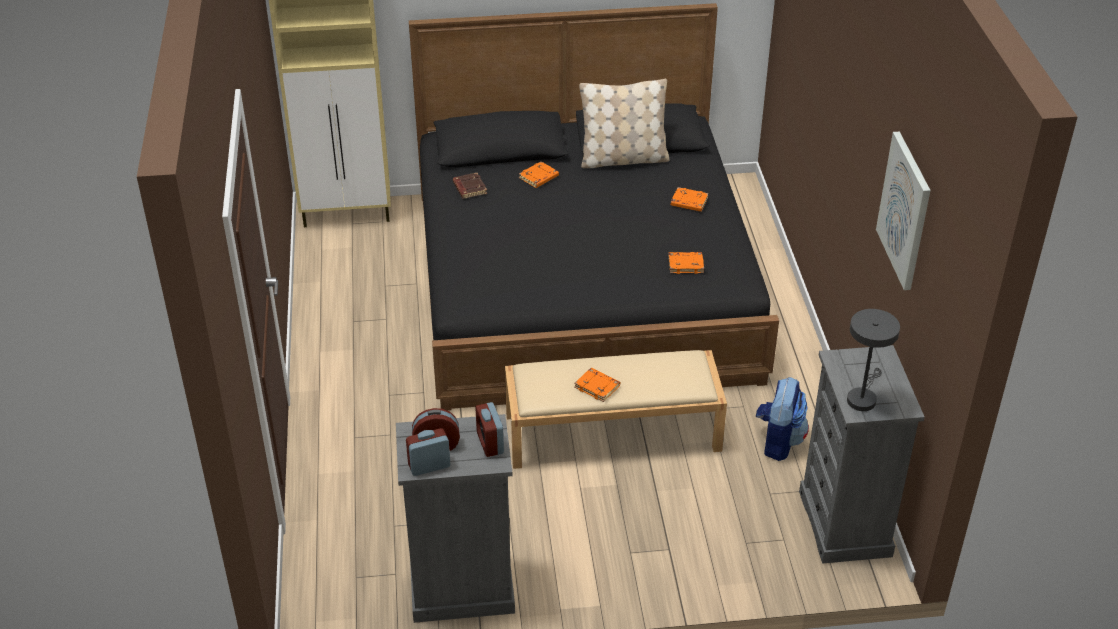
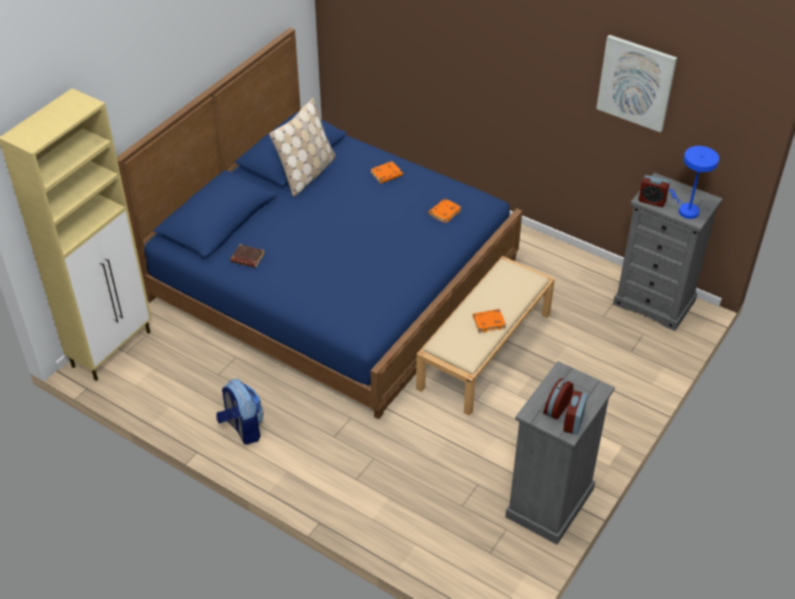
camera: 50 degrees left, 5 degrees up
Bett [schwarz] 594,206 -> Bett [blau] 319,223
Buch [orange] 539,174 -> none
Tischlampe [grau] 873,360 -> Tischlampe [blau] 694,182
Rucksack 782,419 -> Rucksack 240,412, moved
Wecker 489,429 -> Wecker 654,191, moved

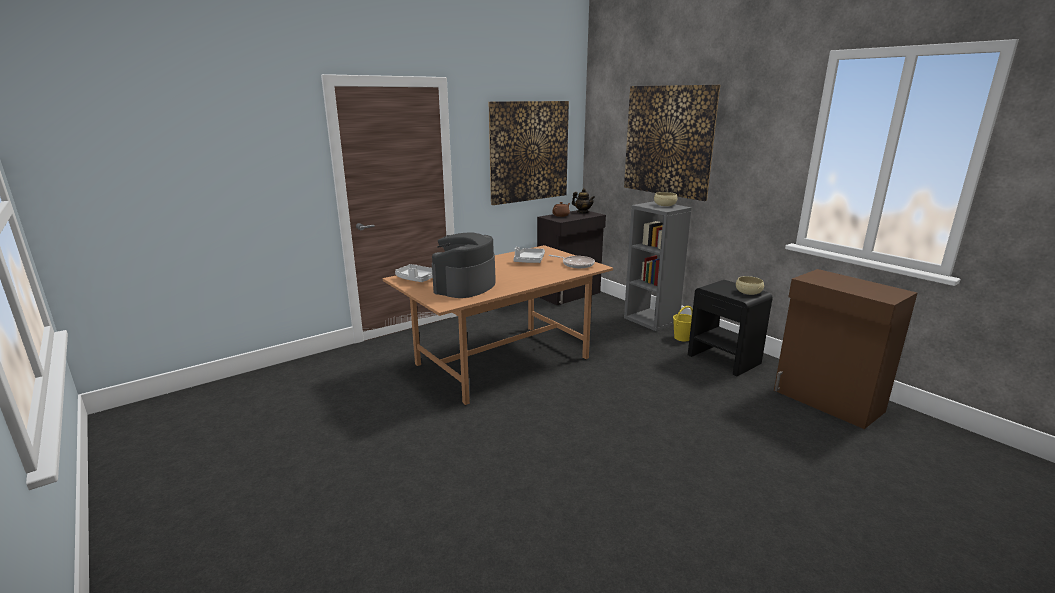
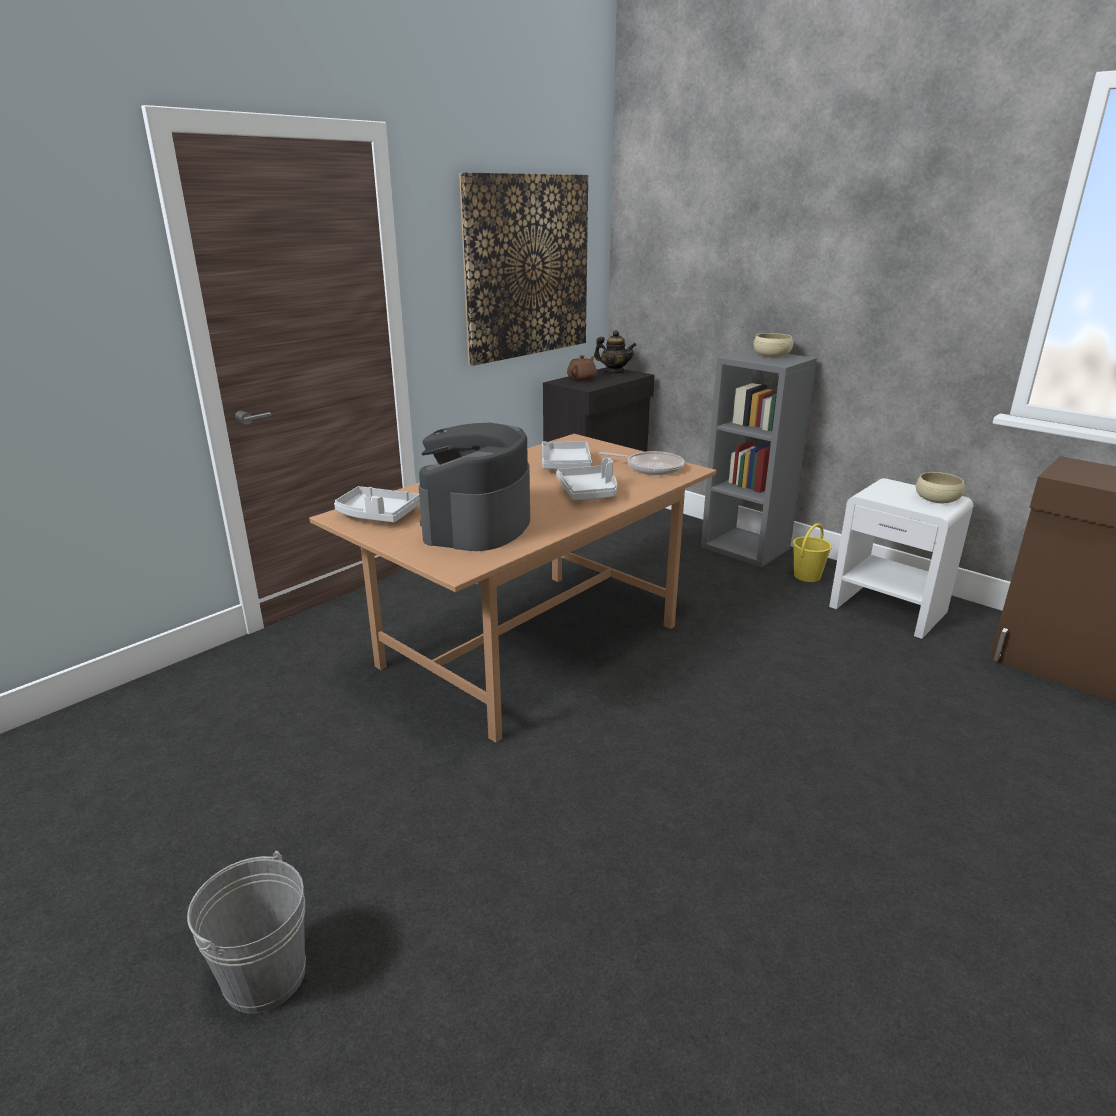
camera: 10 degrees left, 5 degrees up
Bild 672,143 -> none
Nachttisch [schwarz] 730,328 -> Nachttisch [weiß] 901,558
none -> Tablett [grau] 586,479
none -> Eimer [grau] 246,932

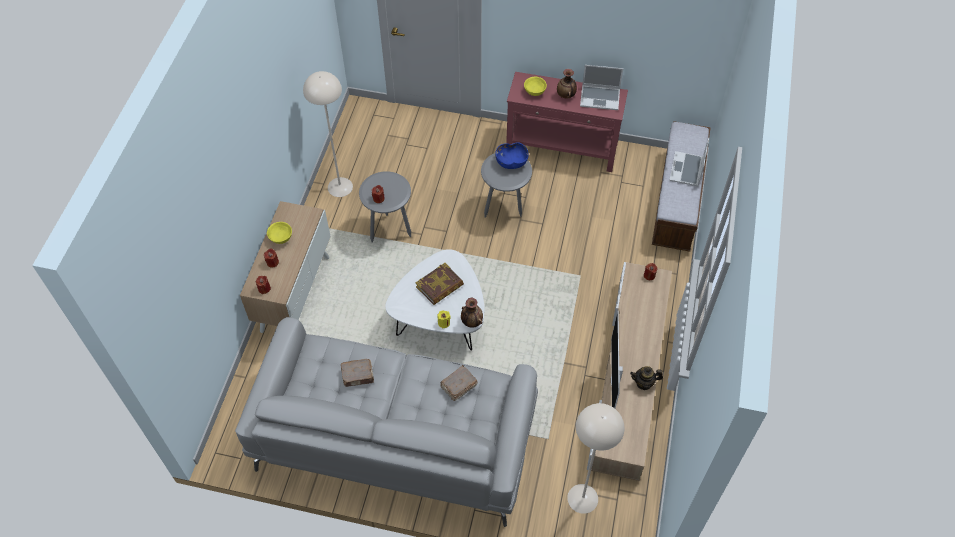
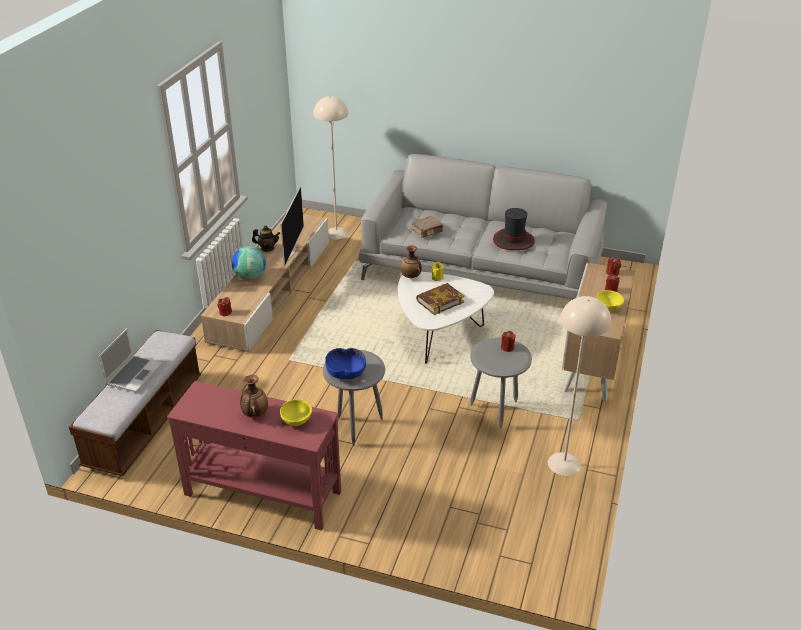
camera: 175 degrees left, 20 degrees down
Laptop 601,87 -> none
Buch [braun] 357,373 -> Hut 514,229
none -> Globus 249,263

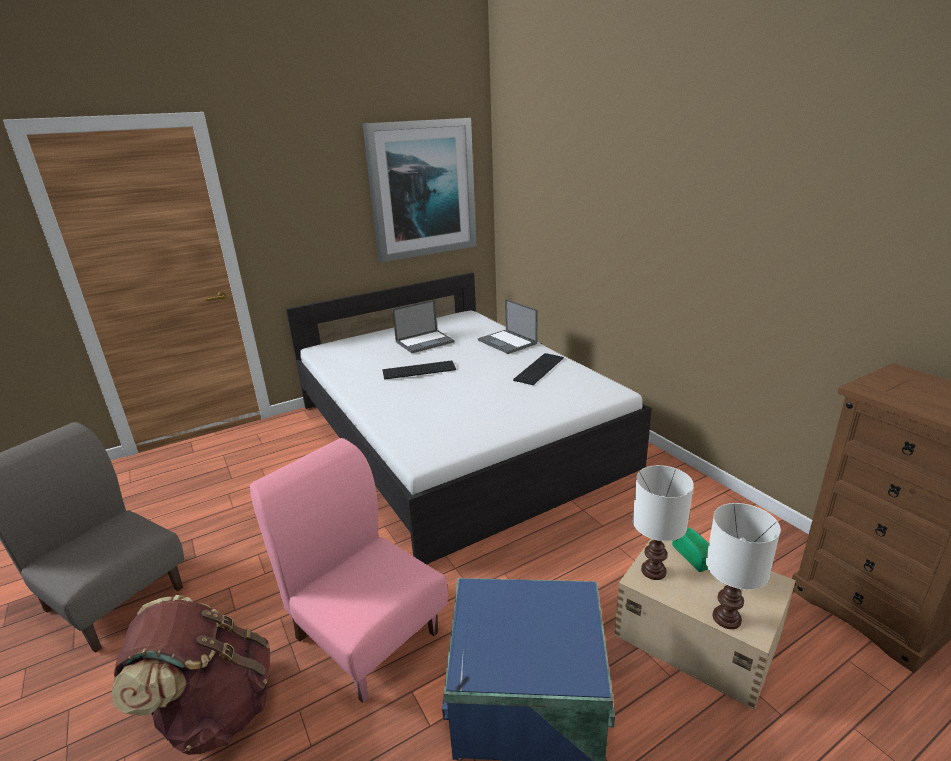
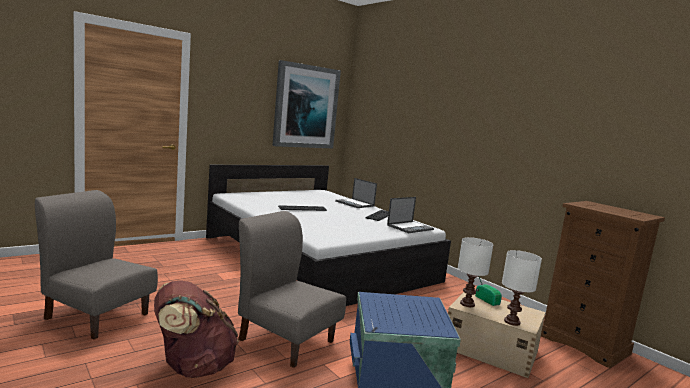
camera: 10 degrees left, 15 degrees down
Laptop 423,326 -> Laptop 410,215, moved
Stuhl [rosa] 349,570 -> Stuhl [grau] 292,289

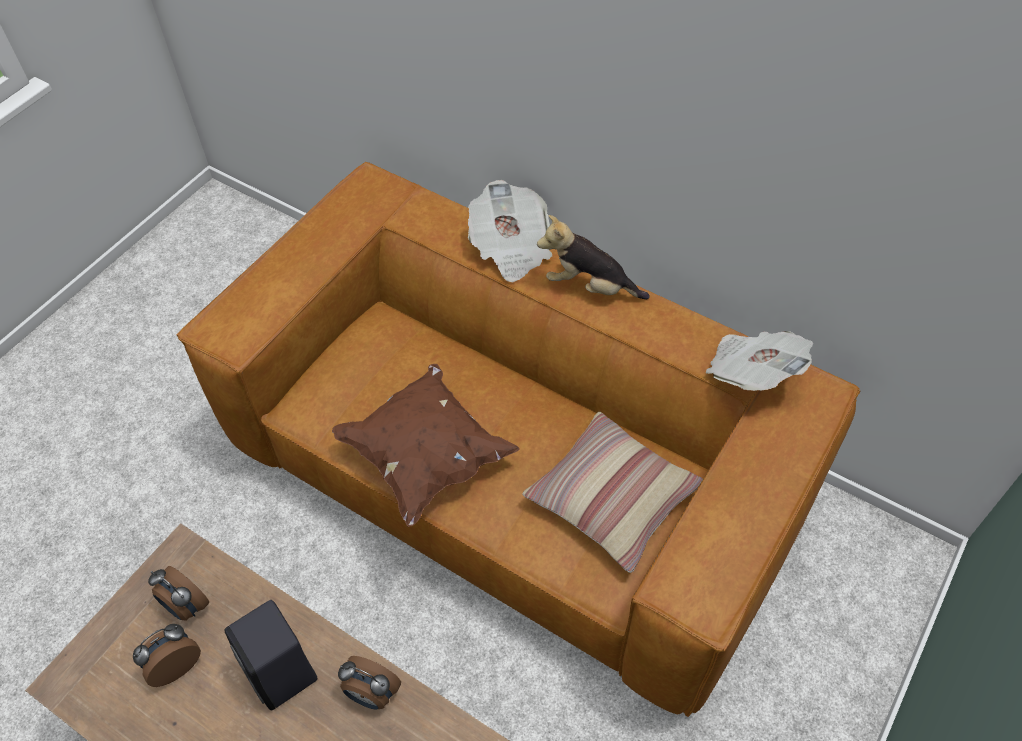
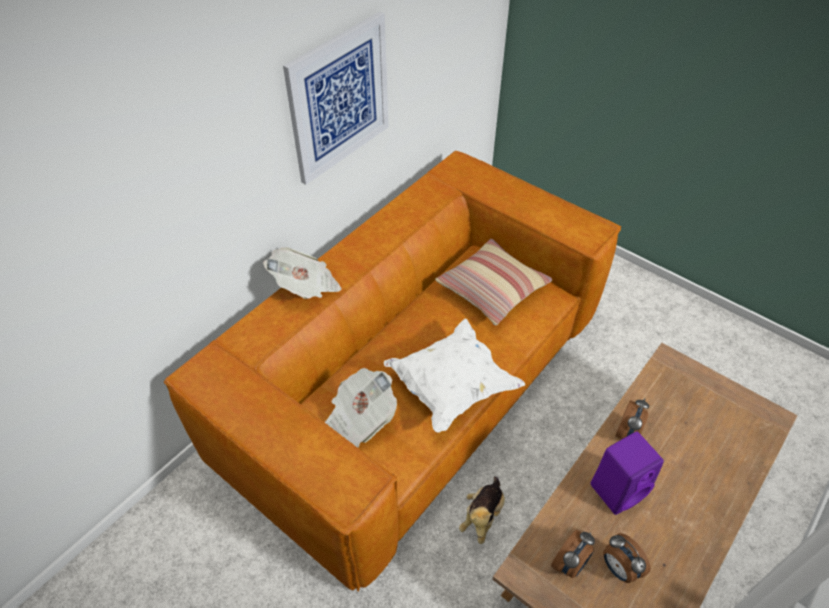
camera: 85 degrees left, 5 degrees down
Plüschtier 593,257 -> Plüschtier 482,510, moved
Zeitung 759,361 -> Zeitung 361,408, moved
Kissen [braun] 426,445 -> Kissen [weiß] 454,376
Lautsprecher [schwarz] 270,655 -> Lautsprecher [lila] 627,473
none -> Bild 336,98

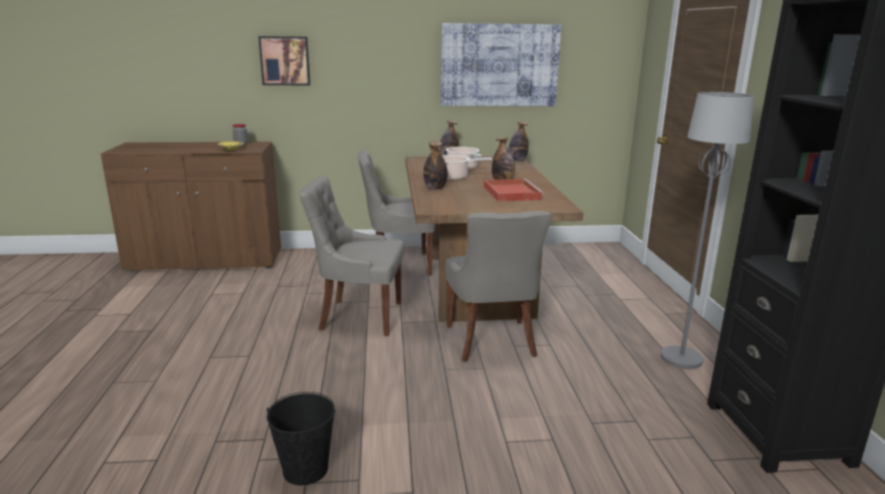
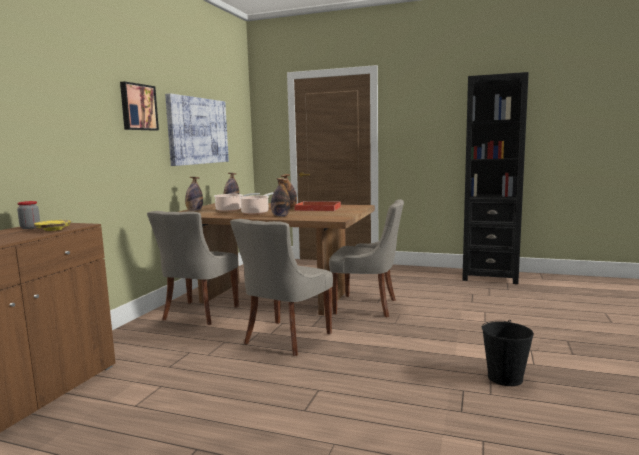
camera: 65 degrees left, 10 degrees down
Bild 284,60 -> Bild 139,106, moved
Stehlampe [grau] 707,230 -> none

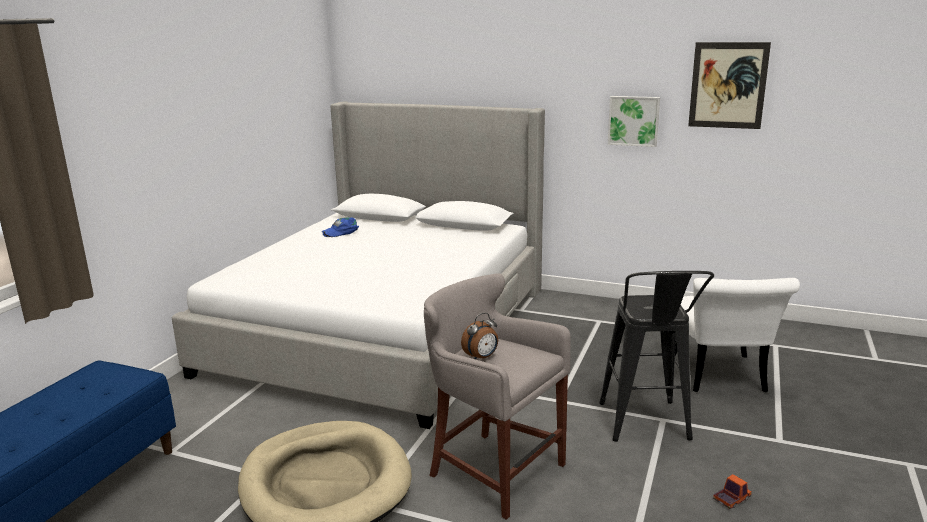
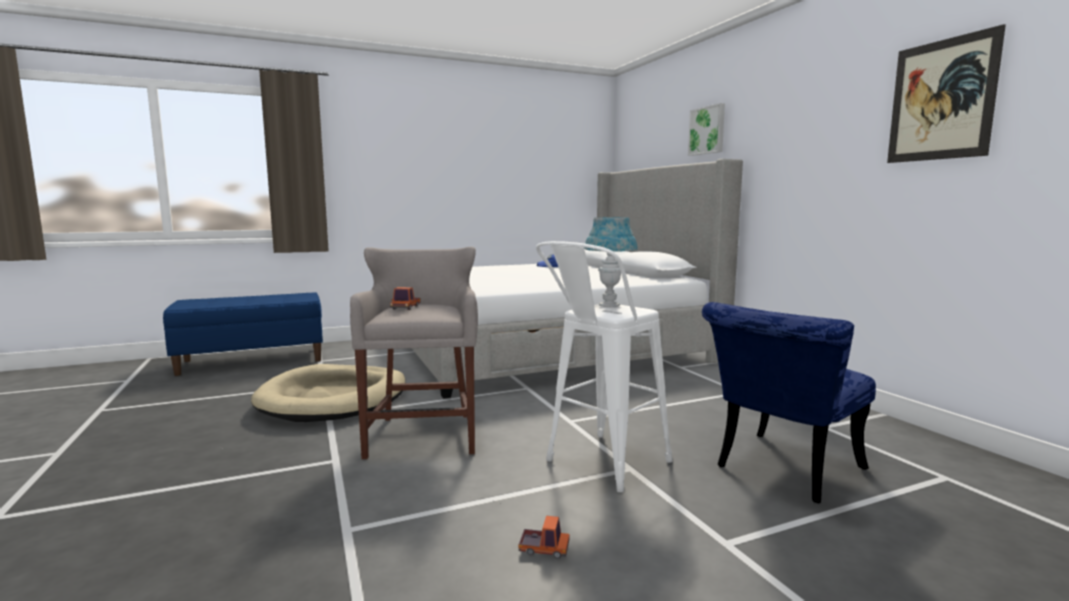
camera: 45 degrees right, 10 degrees down
Bild 634,121 -> Bild 706,129, moved
Hocker [schwarz] 656,356 -> Hocker [weiß] 604,366
Stuhl [weiß] 737,335 -> Stuhl [blau] 789,402
Wecker 479,336 -> Spielzeuglaster 405,298
none -> Tischlampe [blau] 611,262

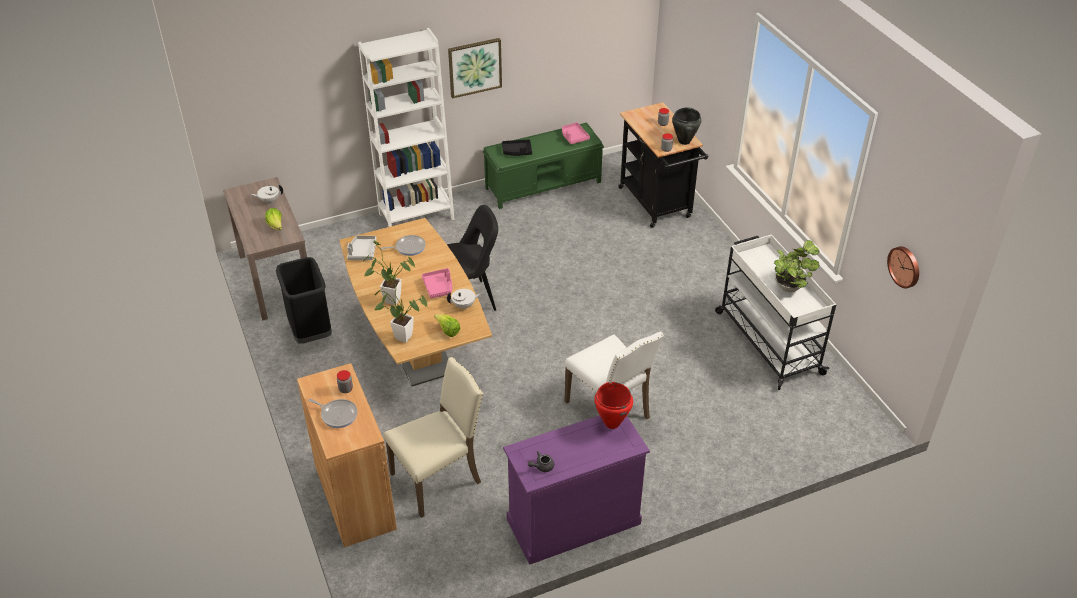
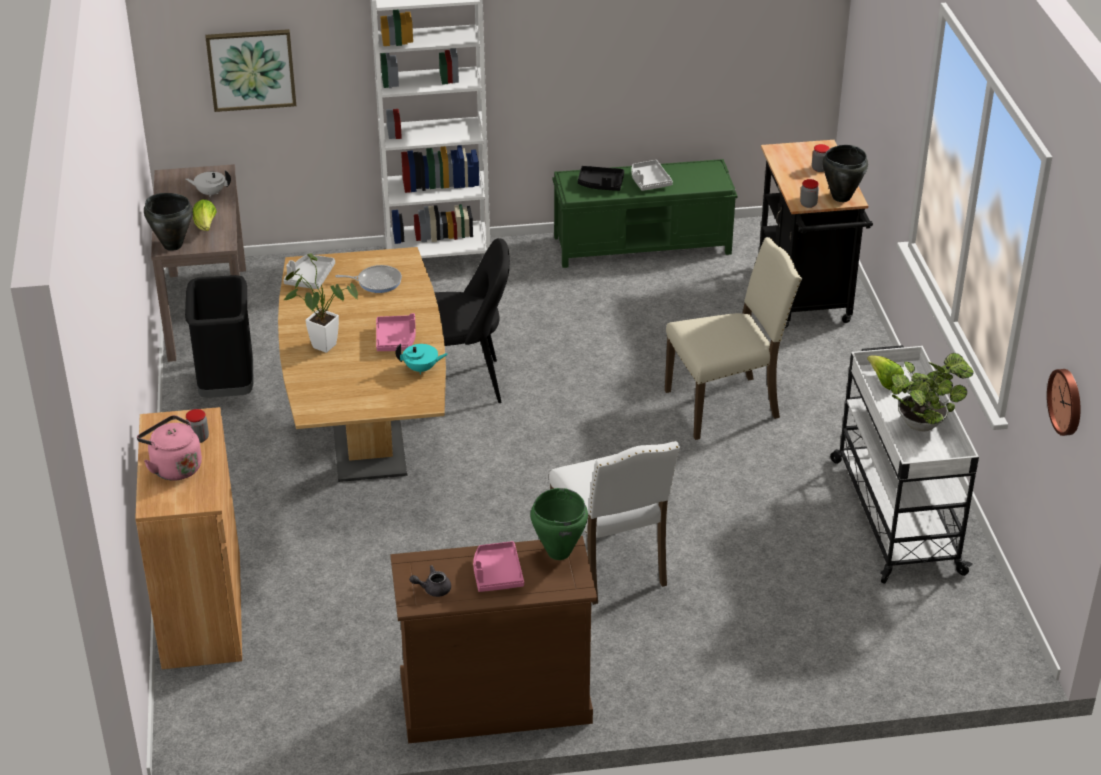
camera: 15 degrees right, 5 degrees down
Bild 475,68 -> Bild 251,70, moved
Tablett [rosa] 576,133 -> Tablett [rosa] 498,566, moved
Topfpflanze 401,308 -> none
Teekanne [weiß] 464,299 -> Teekanne [türkis] 422,359
Salatkopf 447,325 -> Salatkopf 885,372, moved
Stuhl [beige] 434,437 -> Stuhl [beige] 733,338, moved
Kochtopf [rot] 613,405 -> Kochtopf [grün] 559,524
Pfanne 333,413 -> Wasserkessel [rosa] 169,448
Kommode [lila] 576,490 -> Kommode [braun] 493,639
none -> Tablett [grau] 652,175
none -> Kochtopf [schwarz] 168,222

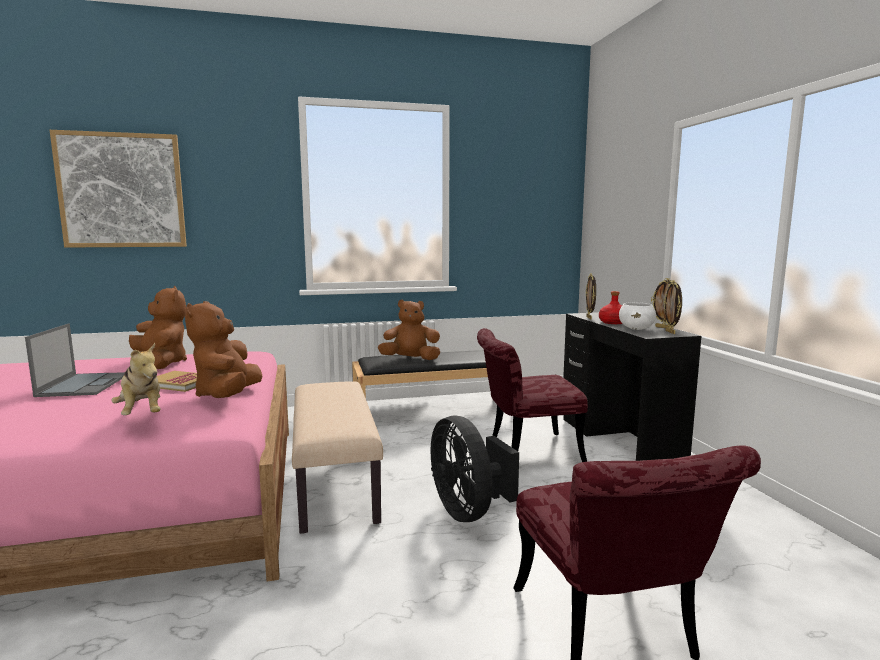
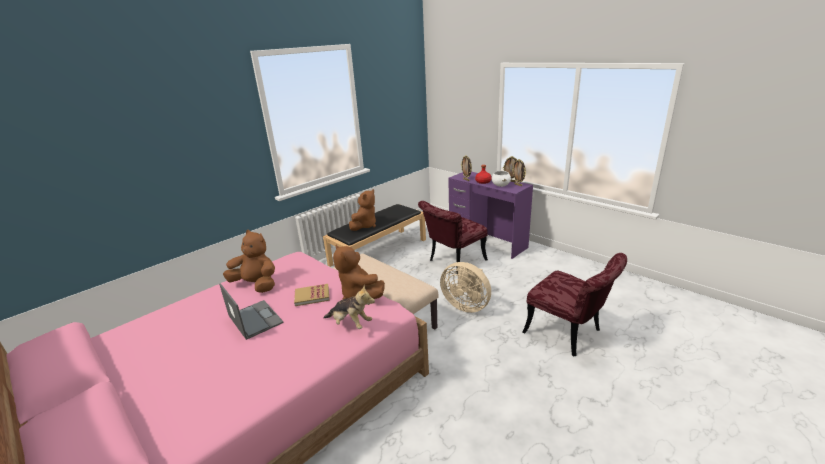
camera: 30 degrees left, 15 degrees up
Bild 118,189 -> none
Plüschtier [braun] 409,329 -> Plüschtier [braun] 362,210, 150 degrees clockwise
Schreibtisch [schwarz] 632,386 -> Schreibtisch [lila] 490,215
Ventilator [schwarz] 475,469 -> Ventilator [beige] 465,287

